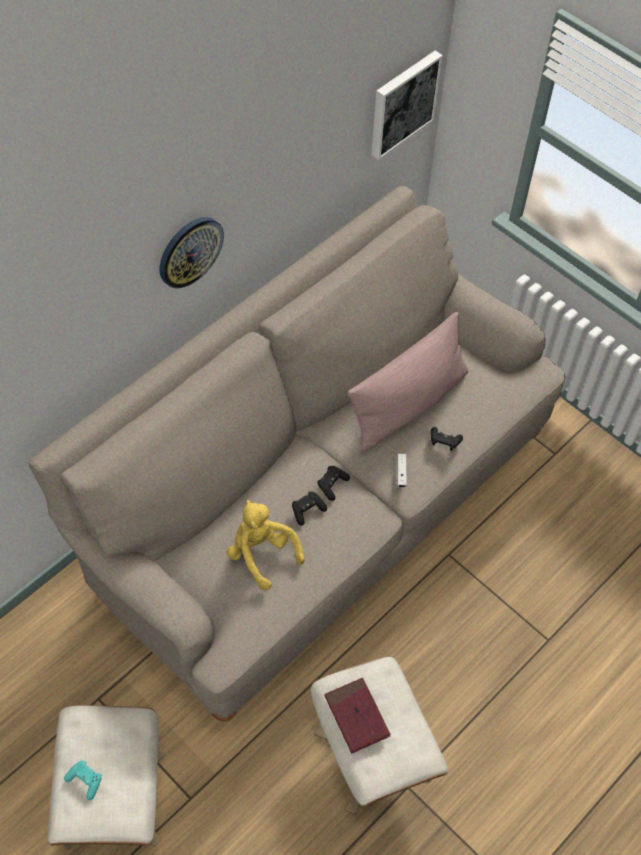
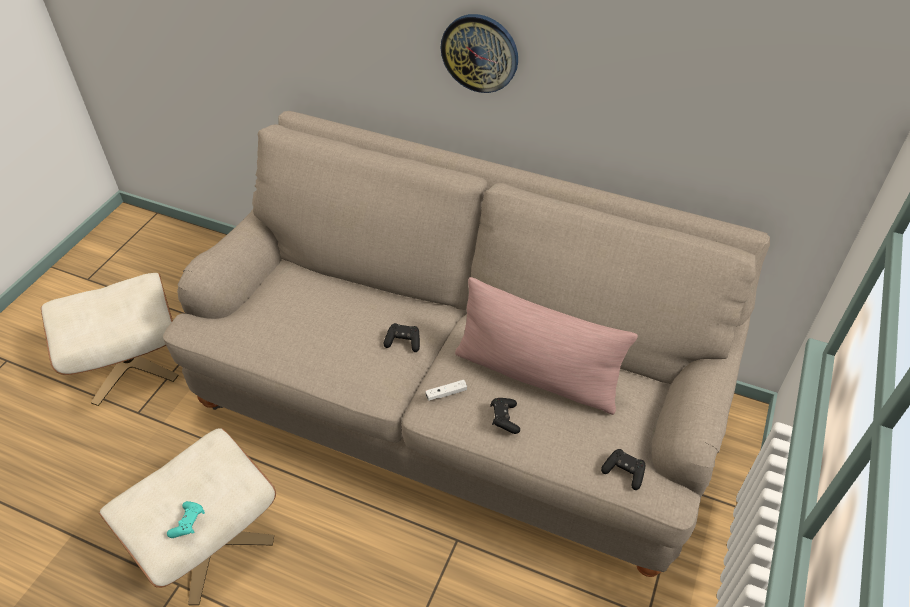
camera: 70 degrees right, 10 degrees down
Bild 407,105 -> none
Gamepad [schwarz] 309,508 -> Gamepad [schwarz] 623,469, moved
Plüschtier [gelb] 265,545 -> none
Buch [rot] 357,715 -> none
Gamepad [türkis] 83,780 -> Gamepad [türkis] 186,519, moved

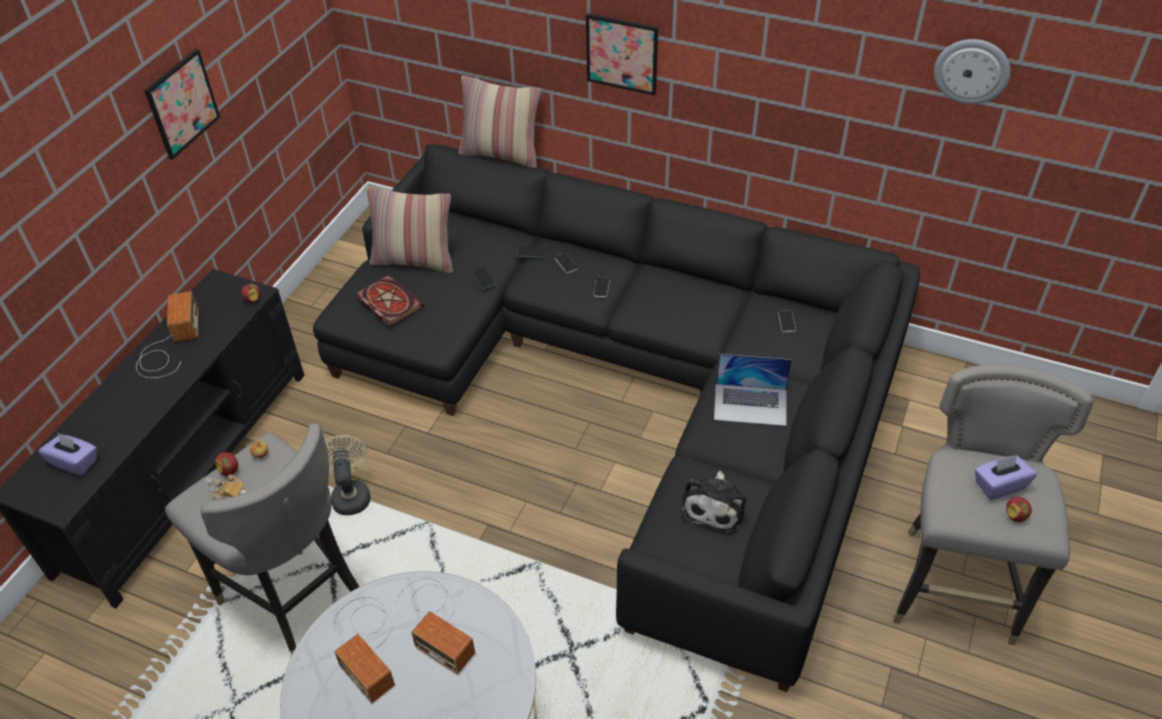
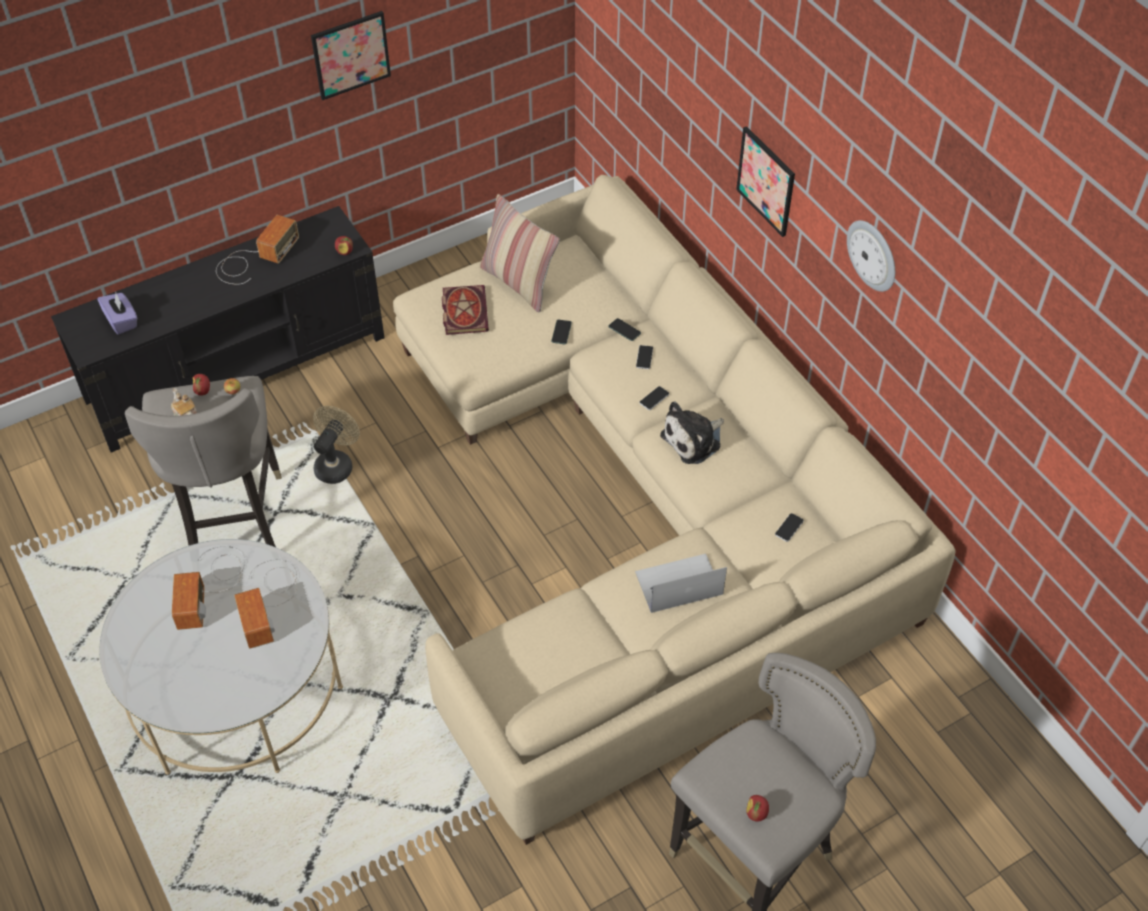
camera: 35 degrees right, 5 degrees up
Wanduhr 972,71 -> Wanduhr 871,256, moved
Kissen 500,122 -> none
Sofa [schwarz] 616,418 -> Sofa [beige] 674,510
Laptop 753,390 -> Laptop 681,583, 120 degrees clockwise
Taschentuchbox [lila] 1005,477 -> none
Plüschtier 714,502 -> Plüschtier 692,432, moved

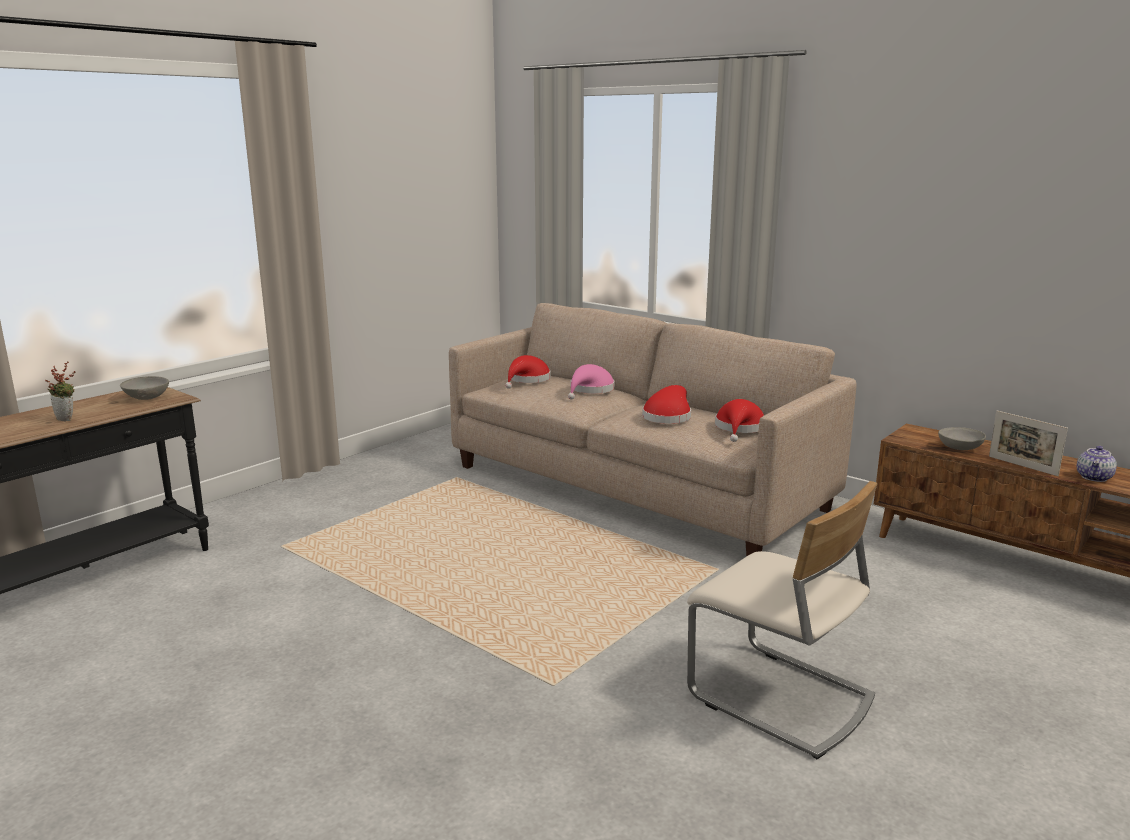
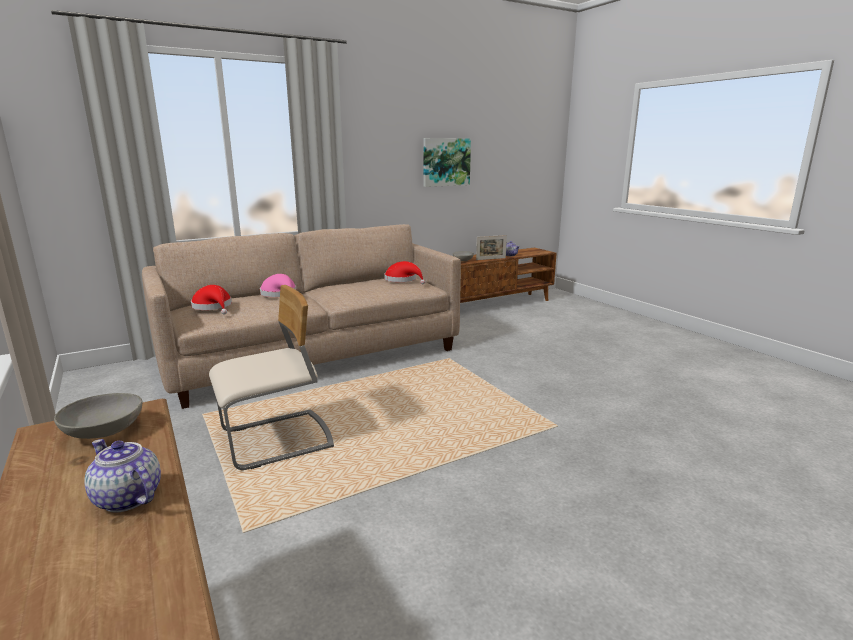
camera: 70 degrees left, 0 degrees up
Topfpflanze 60,391 -> Teekanne 122,476
Hut [rot] 666,404 -> none
Stuhl [beige] 782,620 -> Stuhl [beige] 271,377, moved
none -> Bild 447,162

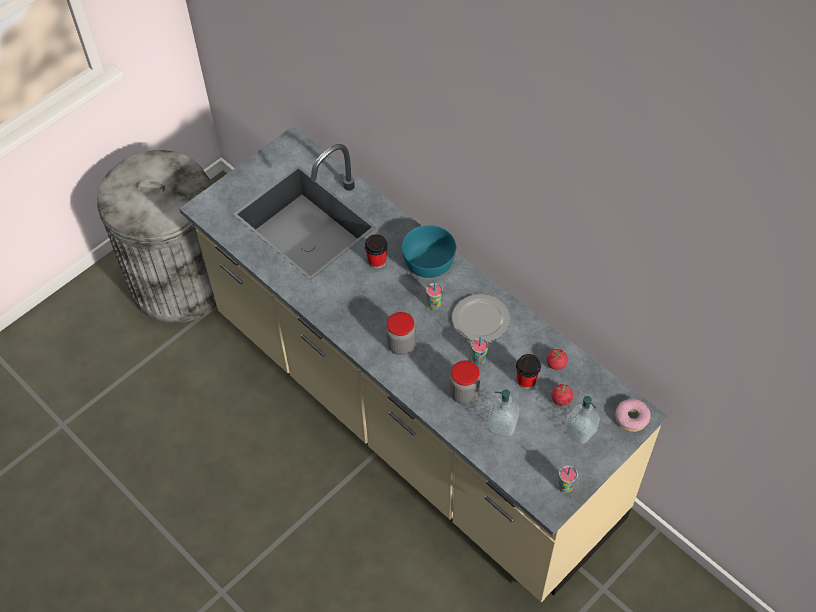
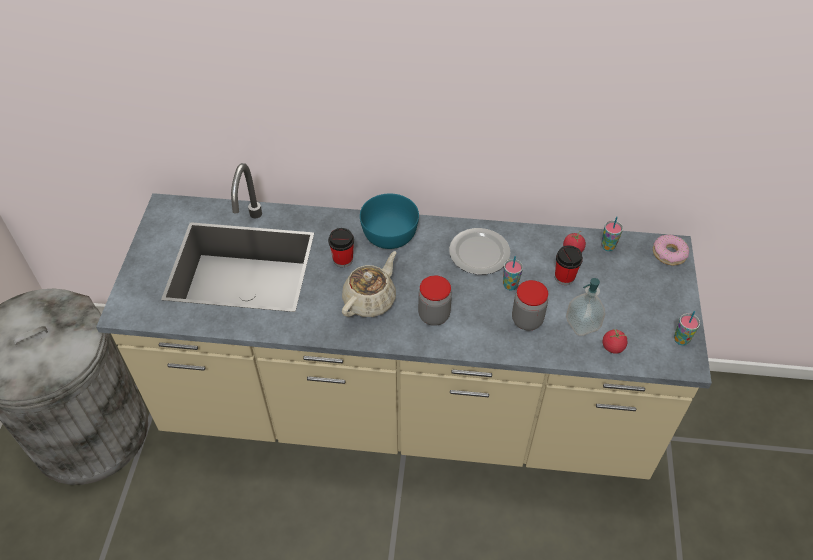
camera: 40 degrees left, 5 degrees down
Tasse 434,295 -> Tasse 612,233, moved
Tomate 562,395 -> Tomate 615,341, moved
Seifenspender 582,420 -> none
none -> Teekanne [beige] 369,284

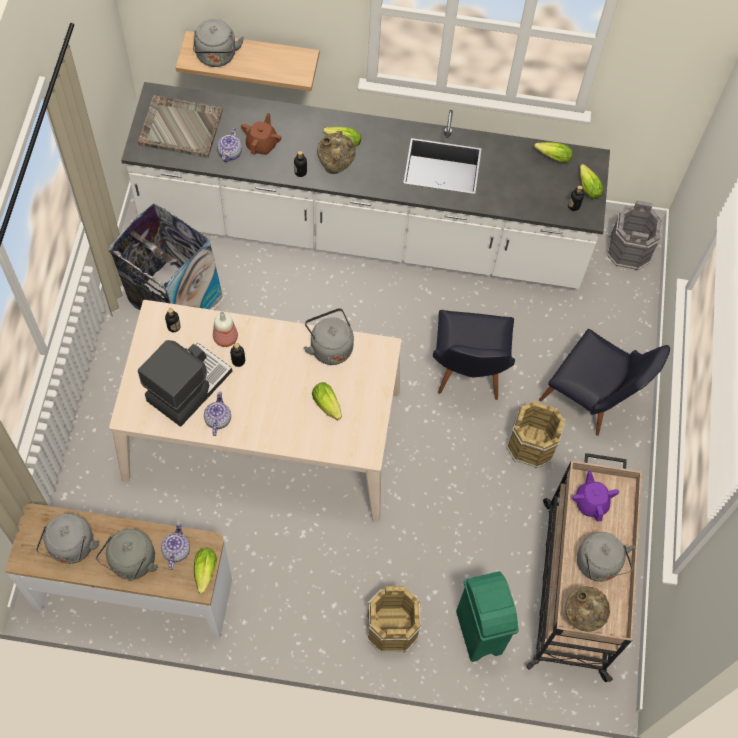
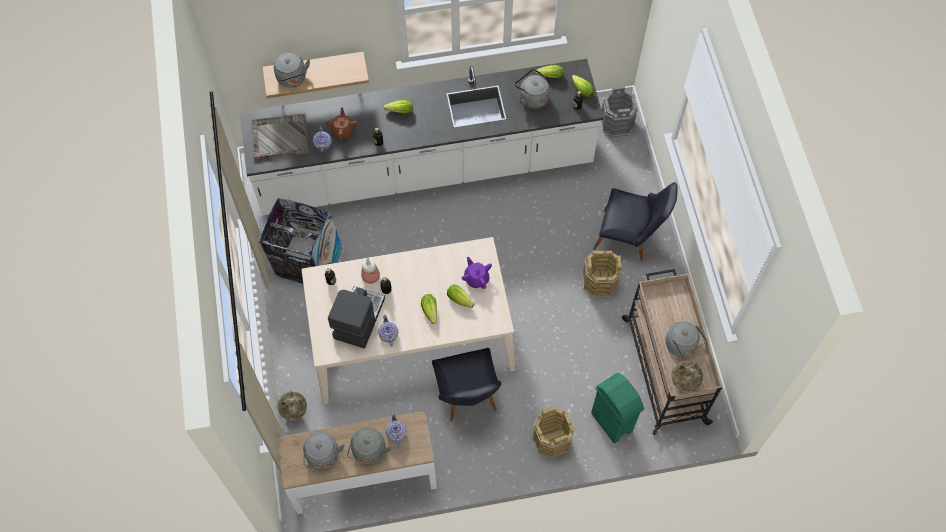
camera: 15 degrees left, 0 degrees up
Vase [beige] 336,152 -> Vase [beige] 292,406, moved
Wasserkessel [grau] 328,336 -> Wasserkessel [grau] 532,89, moved
Stuhl [schwarz] 474,355 -> Stuhl [schwarz] 466,384, moved
Teekanne [lila] 595,496 -> Teekanne [lila] 476,272, moved
Salatkopf 205,571 -> Salatkopf 429,309, moved

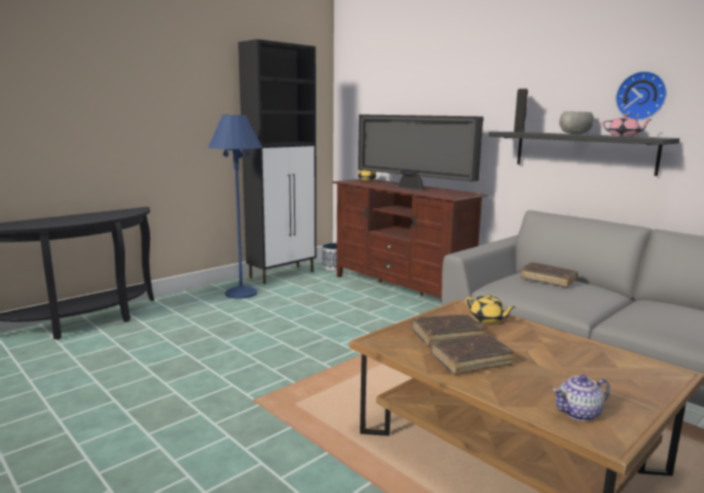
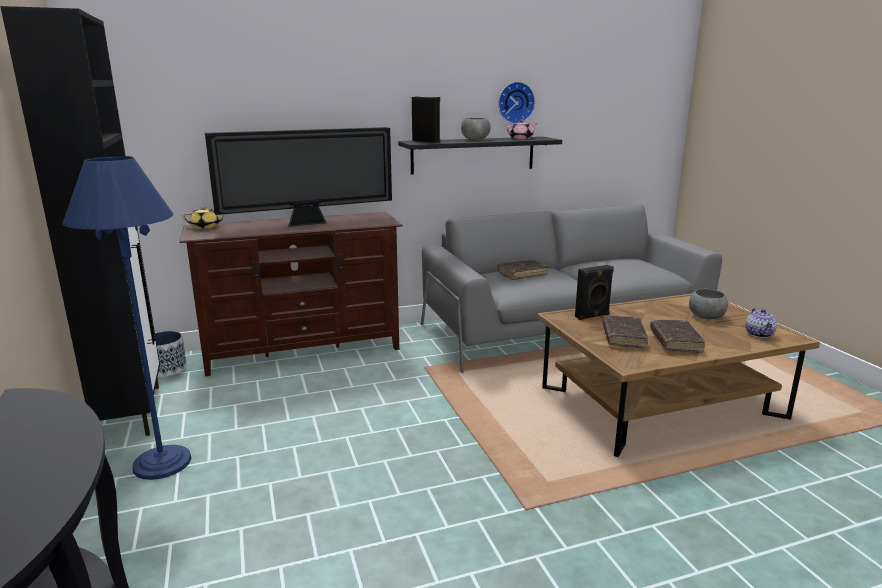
camera: 65 degrees left, 5 degrees up
Teekanne [gelb] 490,309 -> Lautsprecher [schwarz] 594,292
none -> Schüssel [grau] 708,304

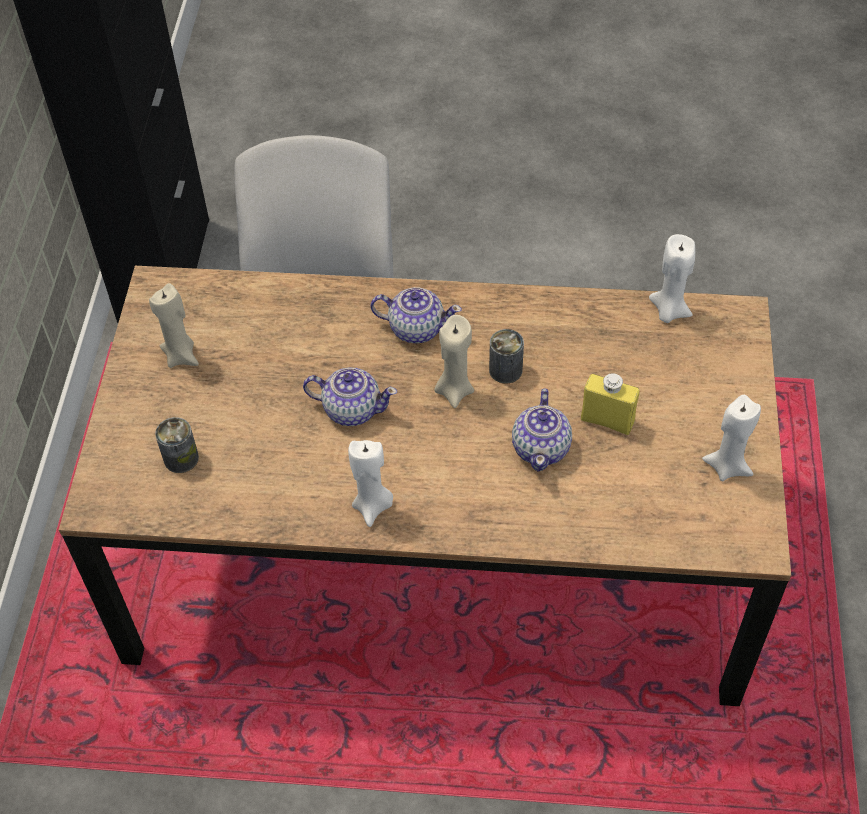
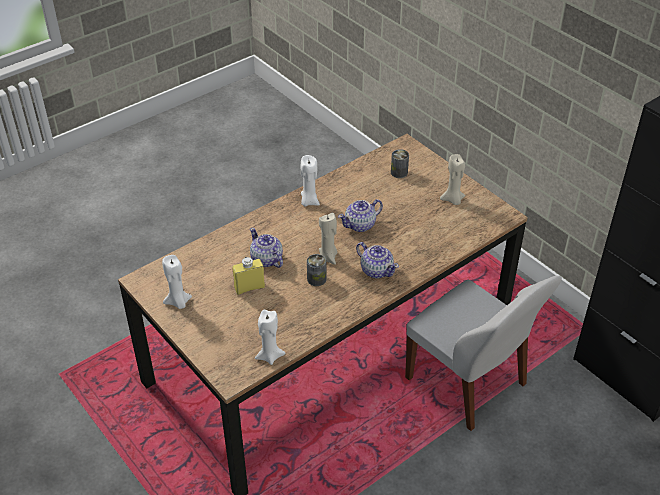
camera: 135 degrees right, 10 degrees down
Teekanne 416,315 -> Teekanne 377,260, 105 degrees counterclockwise

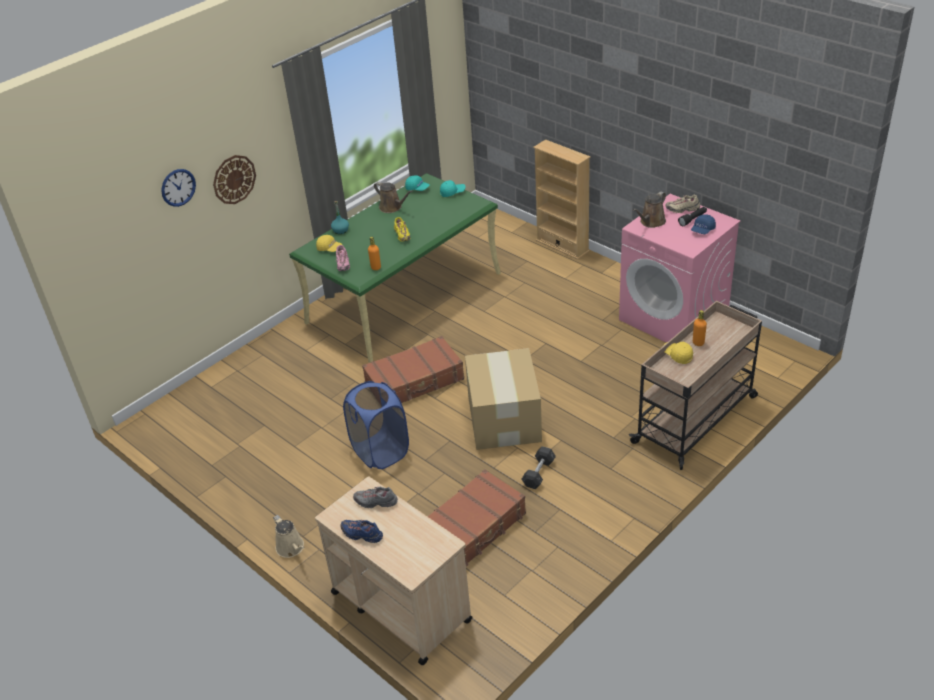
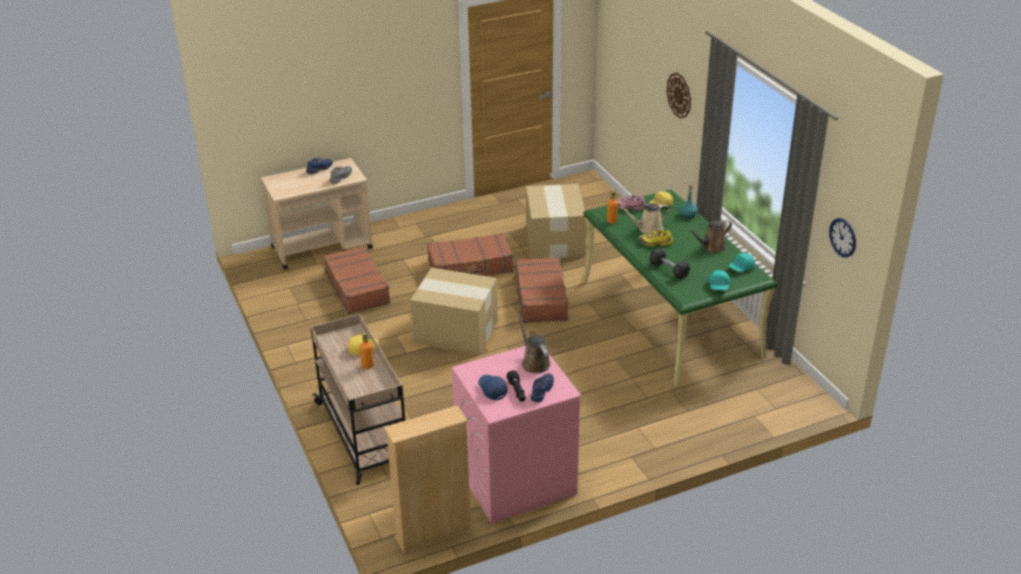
camera: 110 degrees right, 5 degrees down
Bücherregal [beige] 561,199 -> Bücherregal [beige] 428,479, moved
Wanduhr 178,188 -> Wanduhr 842,237, moved
Schuh [beige] 682,203 -> Schuh [blau] 542,388
Wäschekorb [blau] 376,425 -> Koffer [braun] 470,254
Hantel [grau] 538,467 -> Hantel [grau] 669,263, moved
Gießkanne [beige] 289,536 -> Gießkanne [beige] 644,218, moved
none -> Karton 556,221

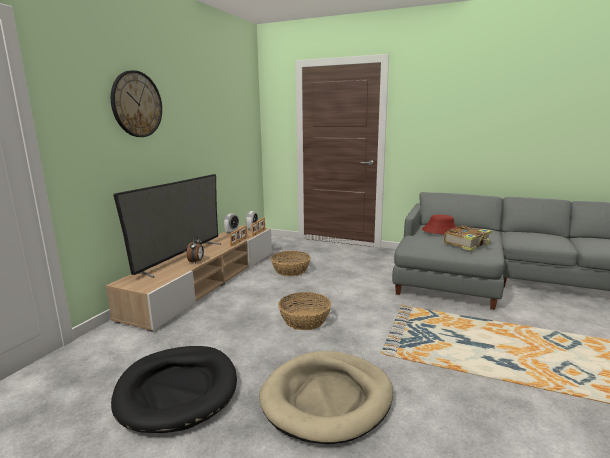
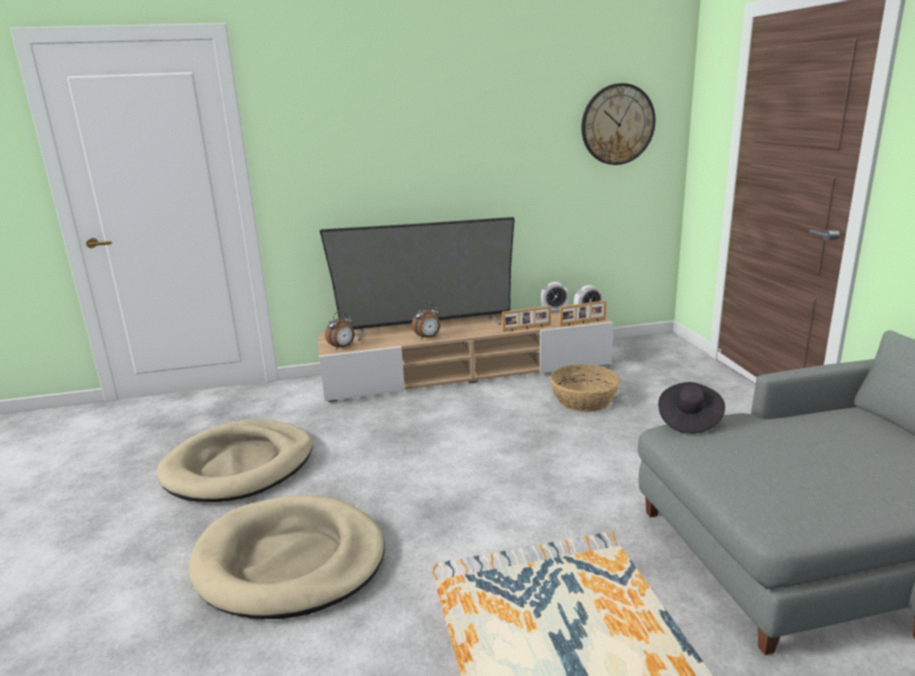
camera: 55 degrees right, 5 degrees up
Wanduhr 136,103 -> Wanduhr 618,124, moved
Hut [rot] 439,224 -> none
Buch 468,238 -> none
Korb 304,311 -> none
Hundebett [schwarz] 174,389 -> Hundebett [beige] 235,461
none -> Wecker 340,330
none -> Hut [schwarz] 691,408

